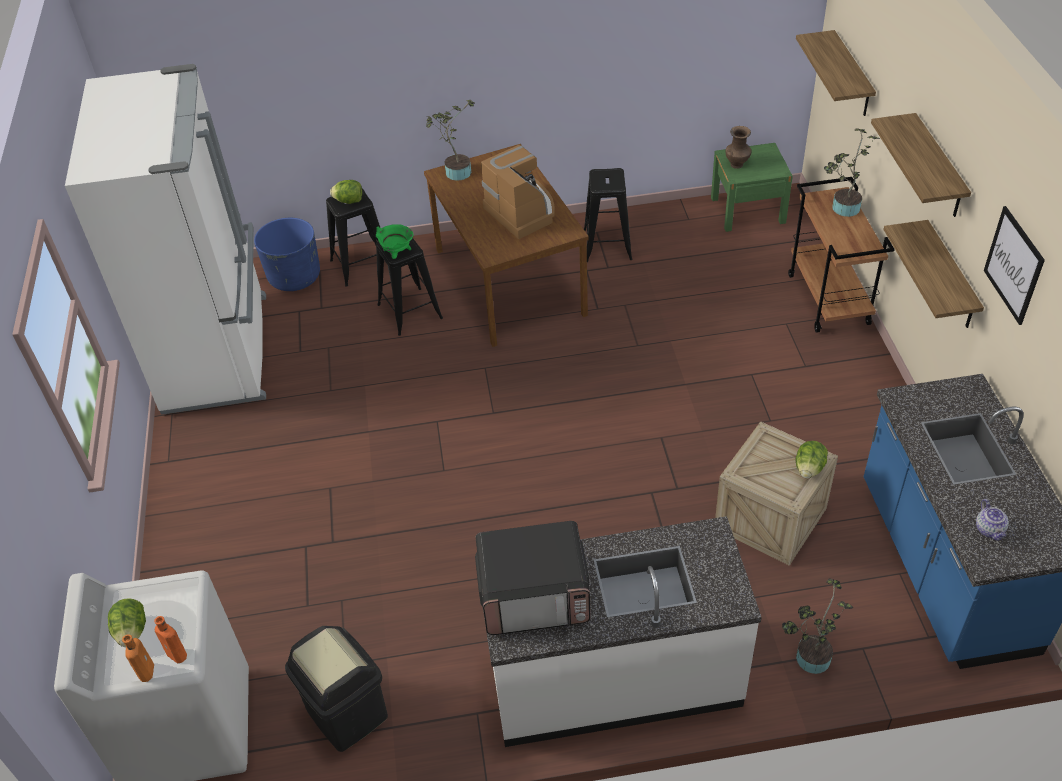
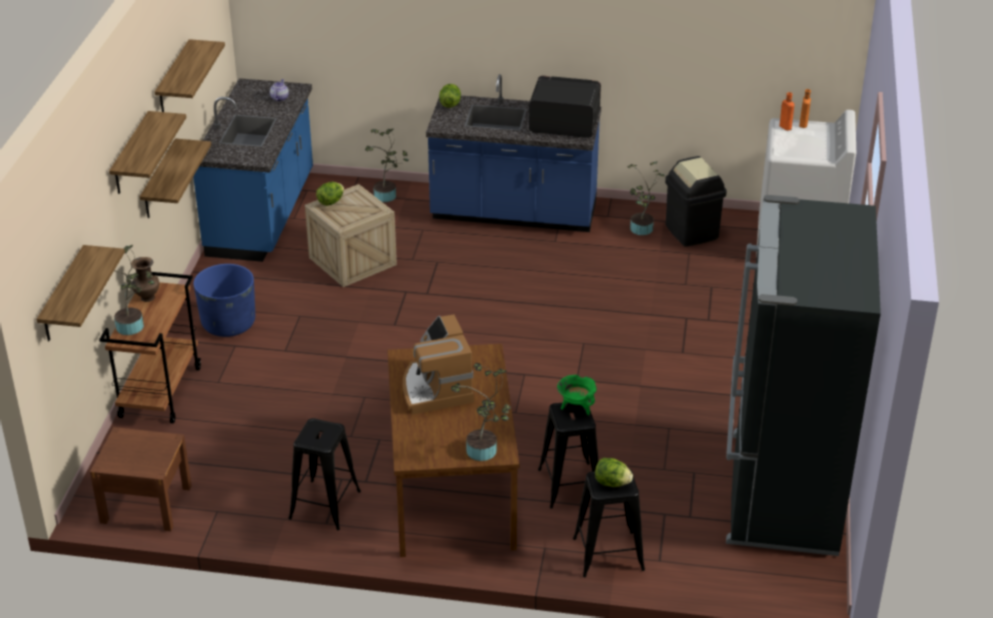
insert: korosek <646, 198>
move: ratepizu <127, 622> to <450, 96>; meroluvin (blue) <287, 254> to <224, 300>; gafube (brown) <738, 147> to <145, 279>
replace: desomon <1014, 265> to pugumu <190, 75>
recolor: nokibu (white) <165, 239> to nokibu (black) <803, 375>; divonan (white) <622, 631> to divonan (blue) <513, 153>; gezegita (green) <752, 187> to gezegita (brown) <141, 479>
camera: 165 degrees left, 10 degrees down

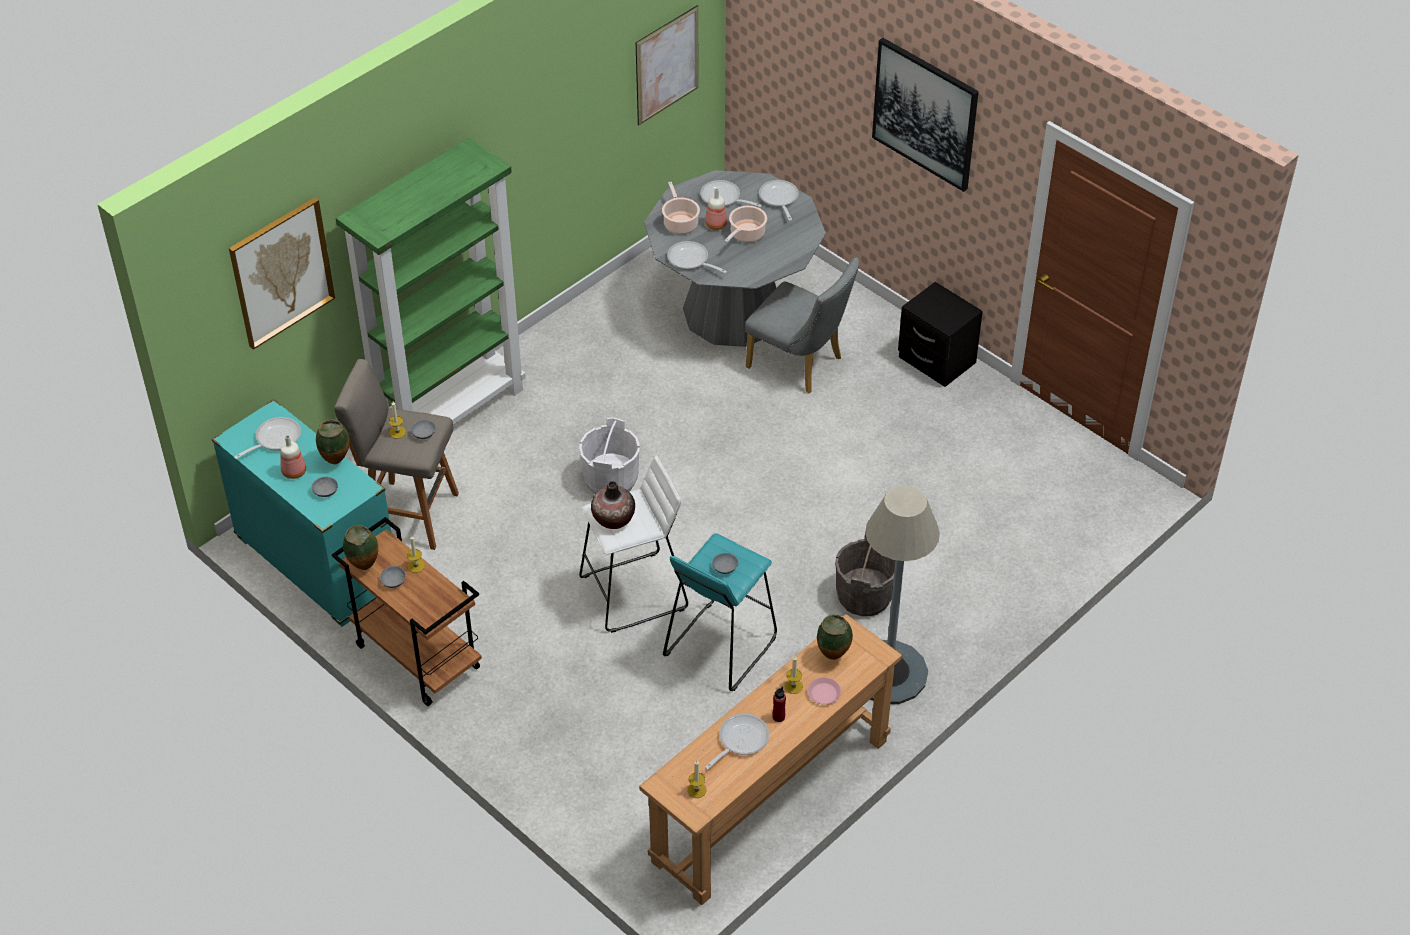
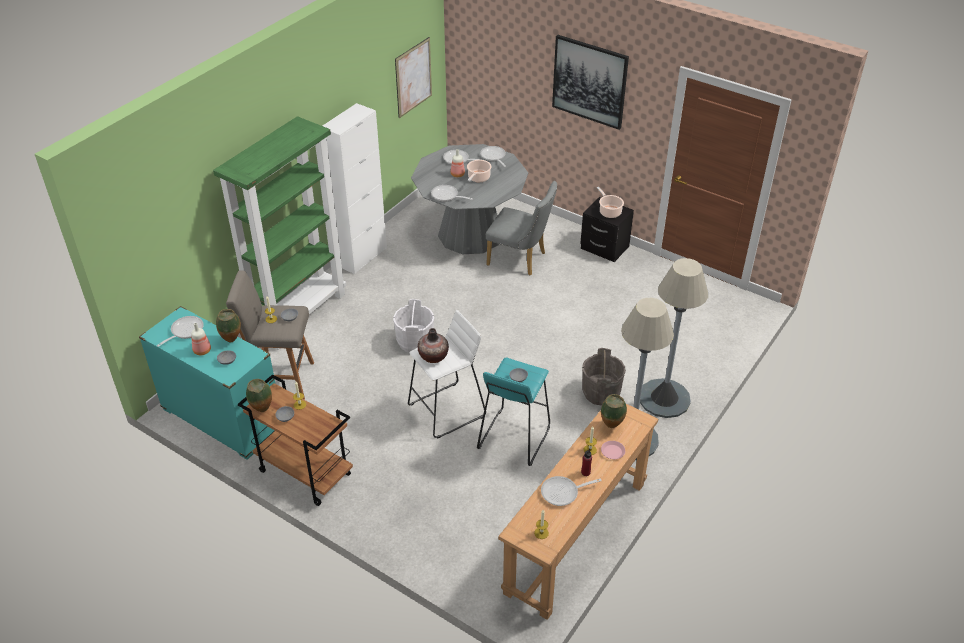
delete: desomon <282, 273>
insert: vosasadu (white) <355, 188>; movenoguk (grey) <674, 338>
move: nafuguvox <681, 208> to <610, 202>
rotate: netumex <737, 742> = <571, 491> 135 degrees counterclockwise
camera: 10 degrees left, 5 degrees down

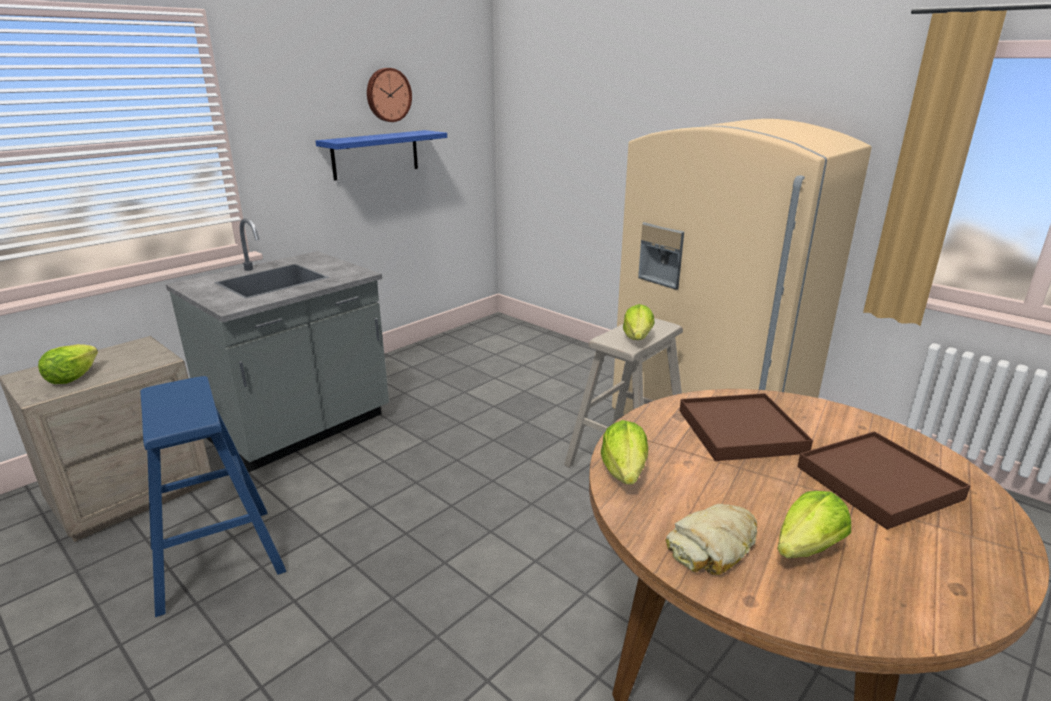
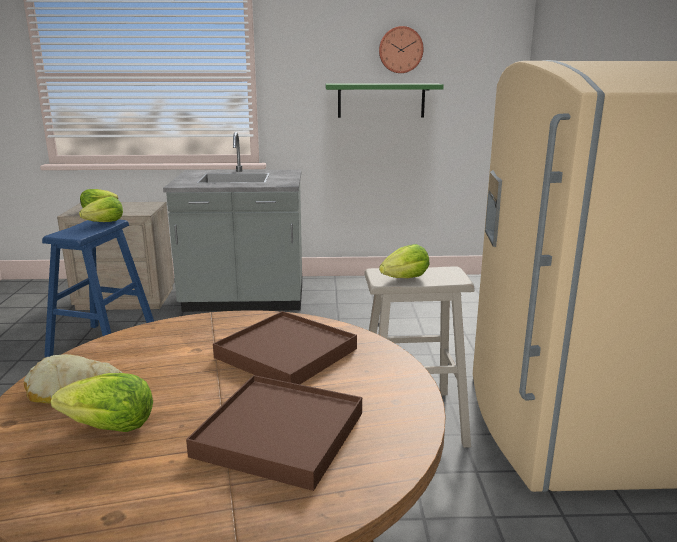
move: ratepizu <624, 452> to <101, 209>
recolor: pugumu (blue) <381, 155> to pugumu (green) <385, 100>
camera: 45 degrees right, 5 degrees down

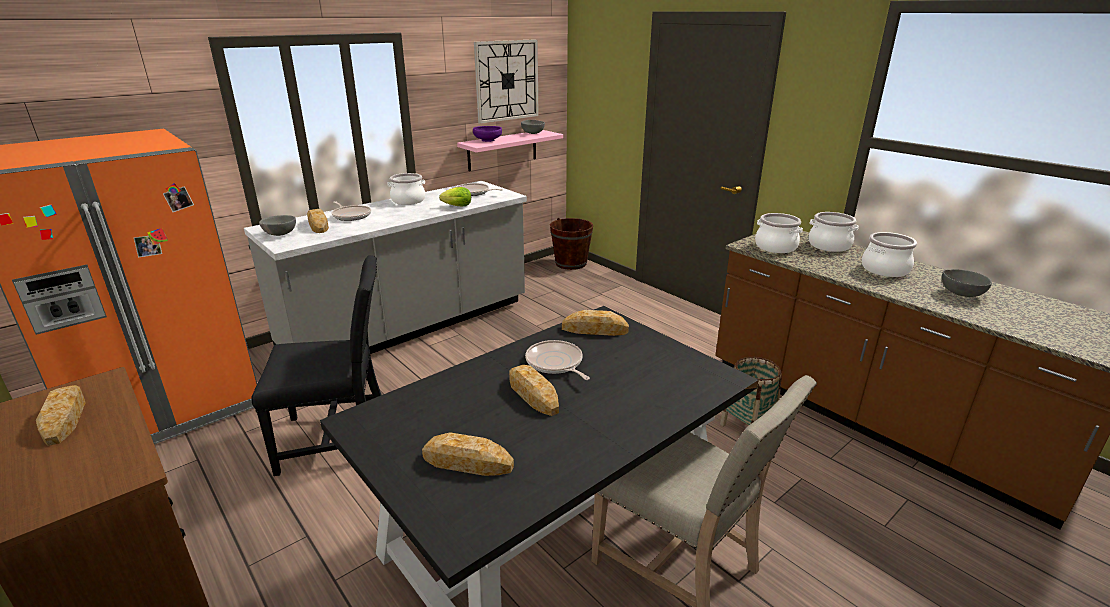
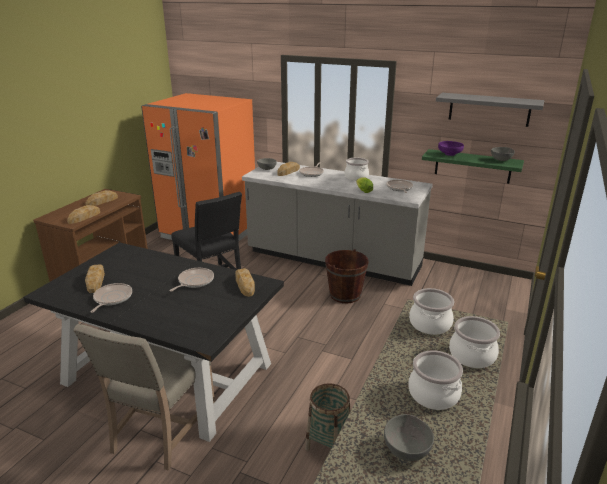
insert: netumex <111, 298>
move: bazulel <534, 390> to <83, 214>; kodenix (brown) <571, 244> to <347, 276>
replace: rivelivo <506, 81> to pugumu (grey) <490, 110>
recolor: pugumu (pink) <510, 150> to pugumu (green) <473, 166>
camera: 65 degrees right, 0 degrees up

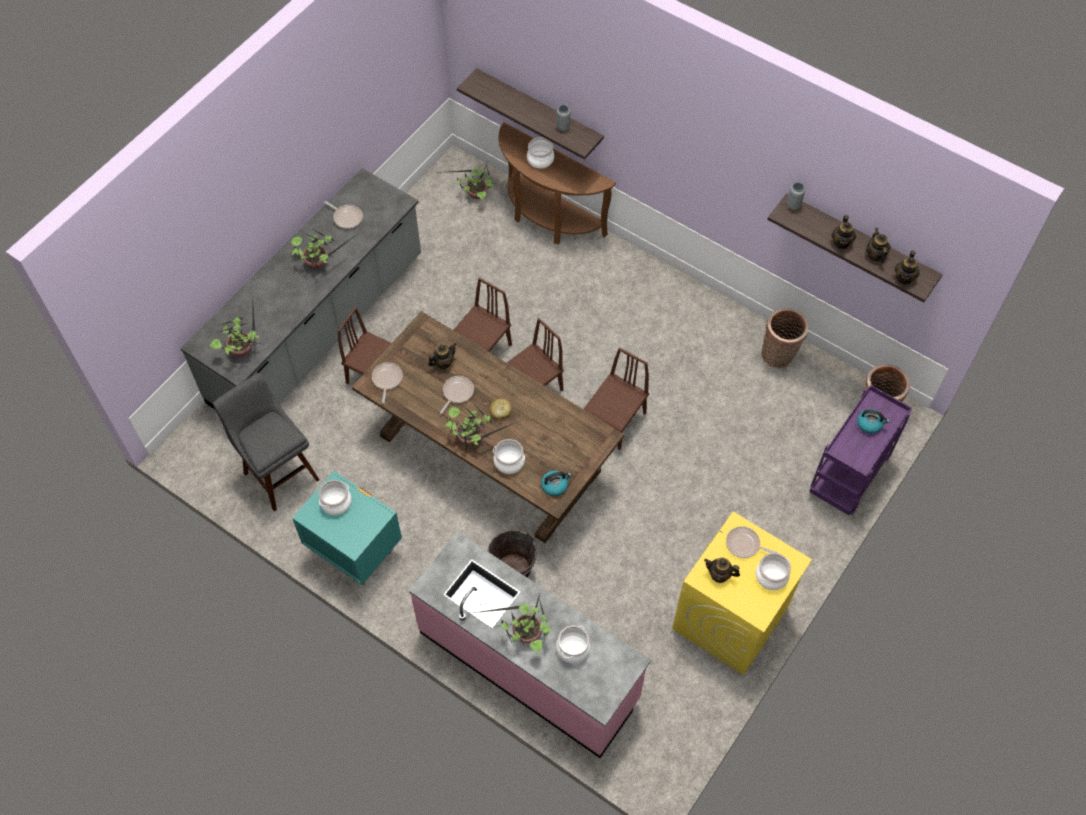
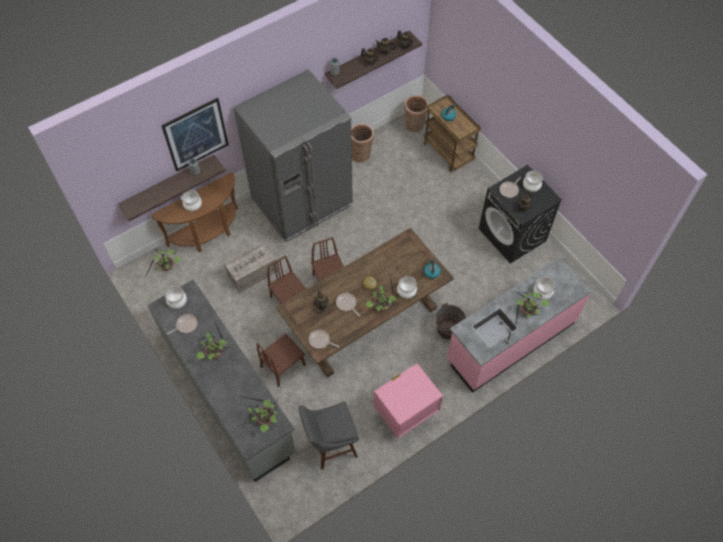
delete: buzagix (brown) <616, 398>
insert: desomon <195, 135>; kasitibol <251, 267>; nokibu (grey) <293, 156>
move: nafuguvox <335, 497> to <176, 297>
recolor: gezegita (turquoise) <347, 528> to gezegita (pink) <408, 400>; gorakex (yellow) <742, 593> to gorakex (black) <520, 214>; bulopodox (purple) <860, 450> to bulopodox (brown) <452, 133>
camera: 70 degrees left, 0 degrees up

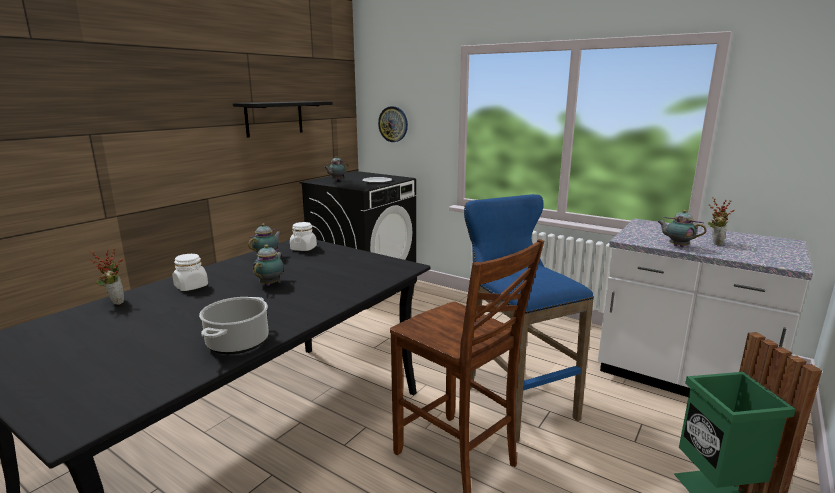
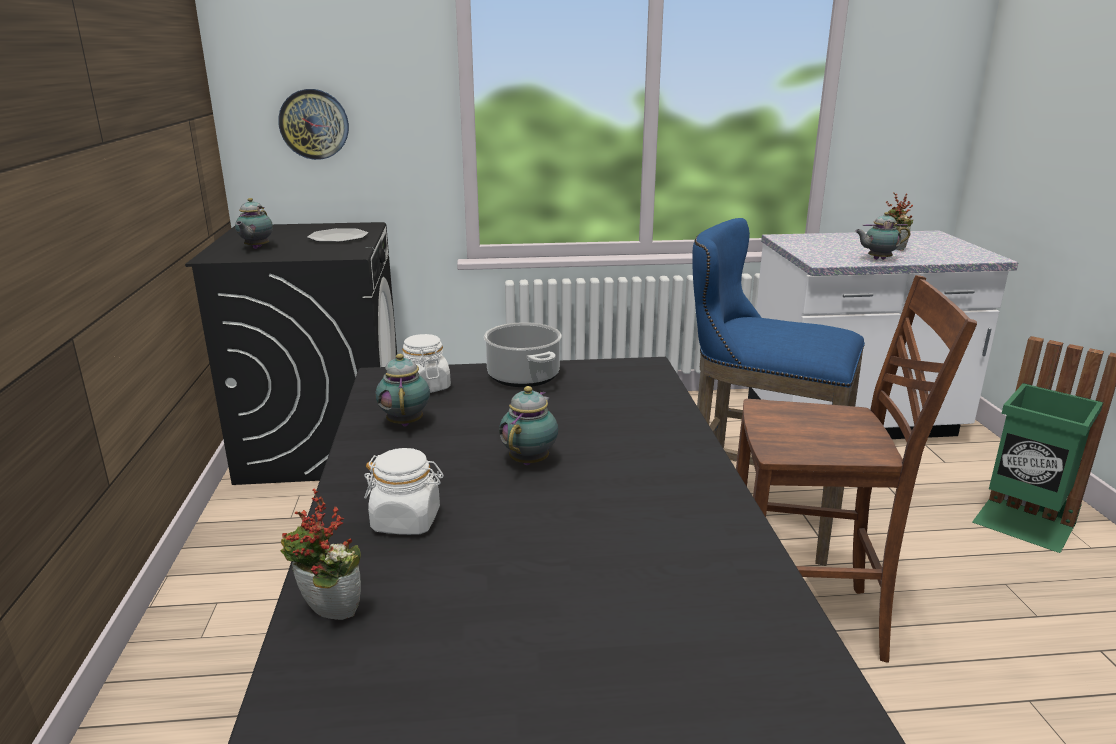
delete: pugumu (black) <283, 119>
move: nafuguvox <233, 325> to <523, 354>
rotate: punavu <268, 265> = <528, 425> 45 degrees clockwise
camera: 40 degrees left, 5 degrees up

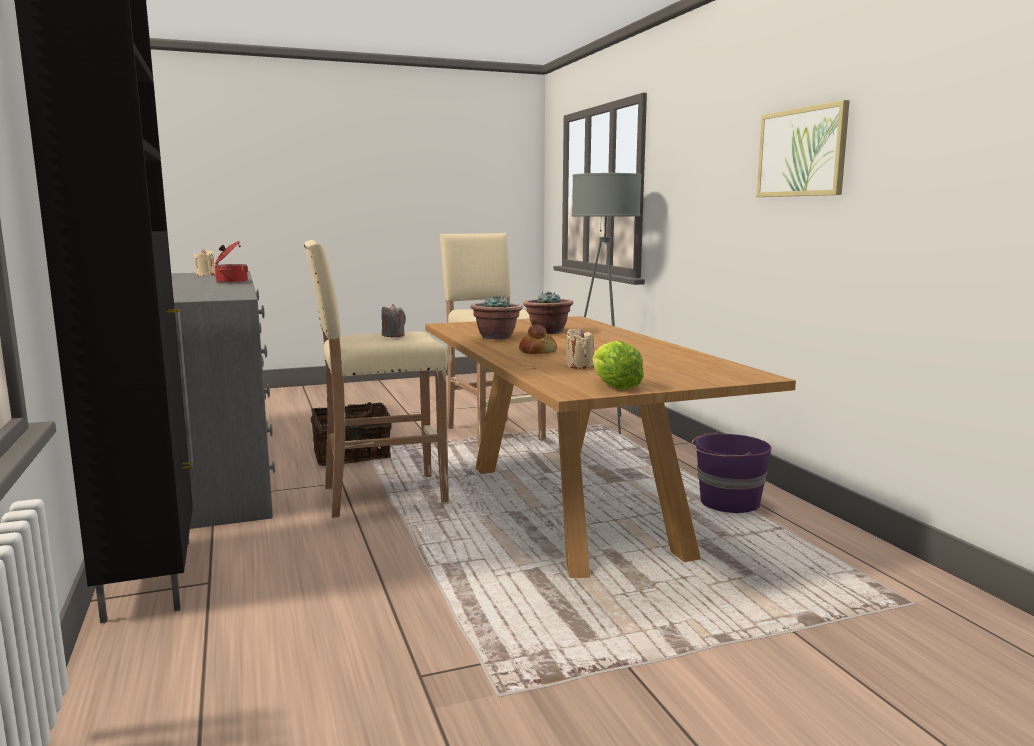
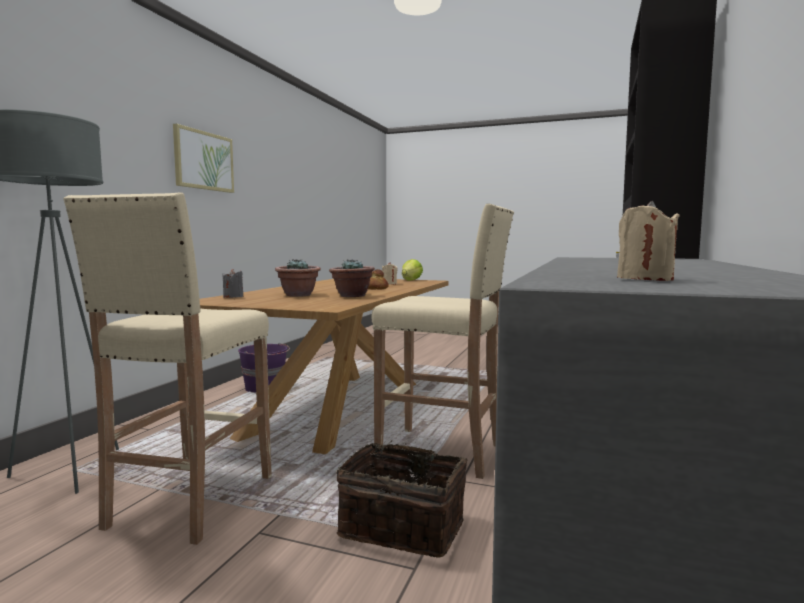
delete: nafuguvox <231, 262>
move: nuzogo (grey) <394, 320> to <233, 283>
camera: 140 degrees left, 5 degrees down

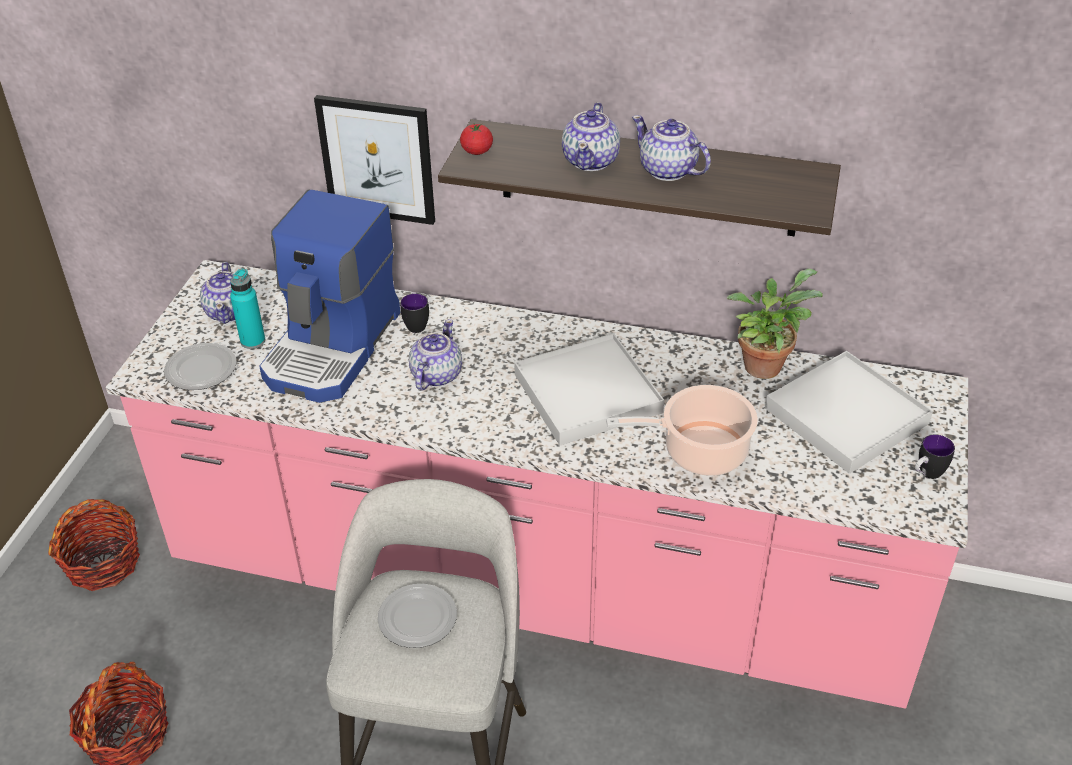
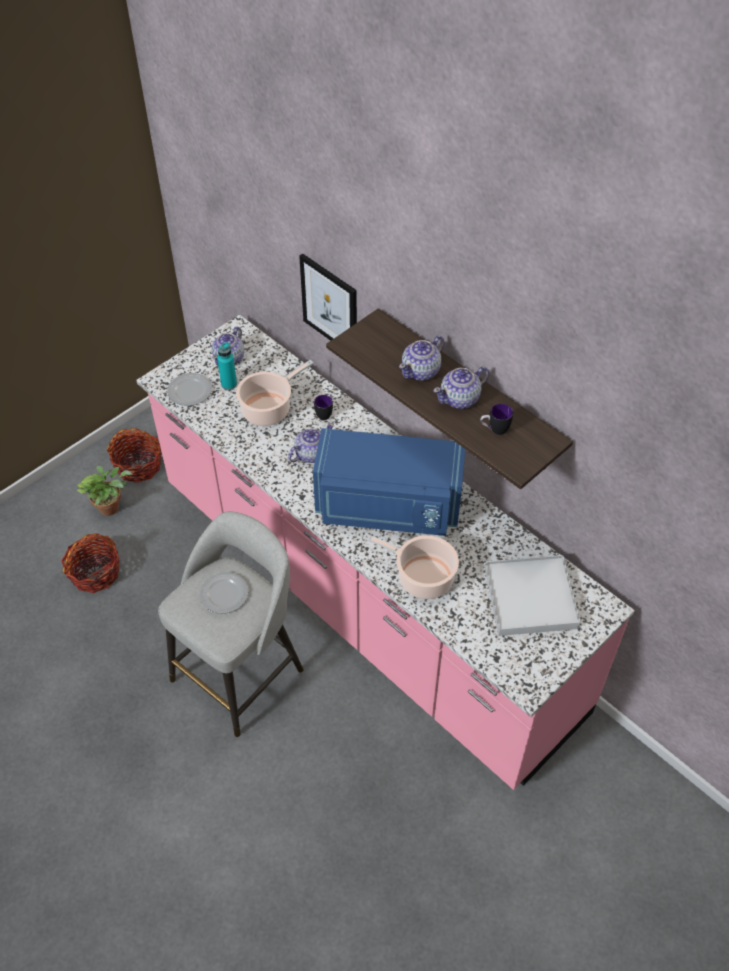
delete: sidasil <476, 139>
move: korosek <775, 324> to <105, 491>; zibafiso <935, 456> to <496, 419>
replace: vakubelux <329, 296> to nafuguvox <275, 393>; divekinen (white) <589, 389> to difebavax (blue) <389, 482>
rotate: punavu <671, 148> = <461, 387> 105 degrees counterclockwise
camera: 30 degrees right, 10 degrees up

